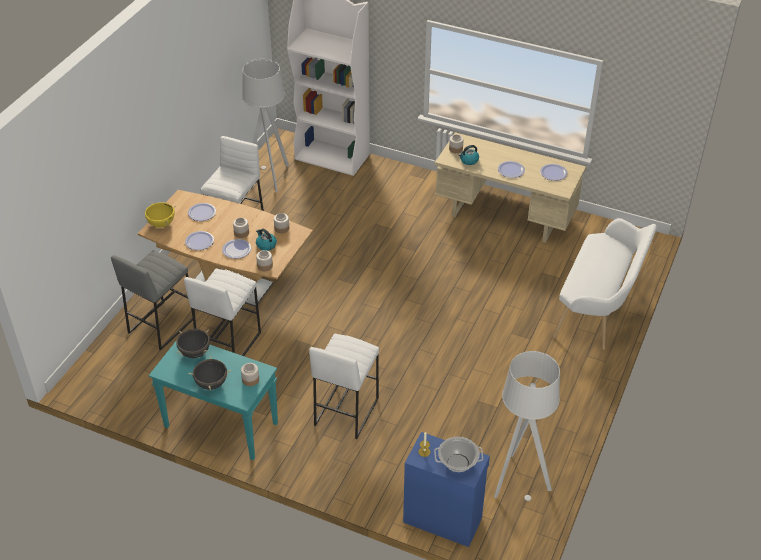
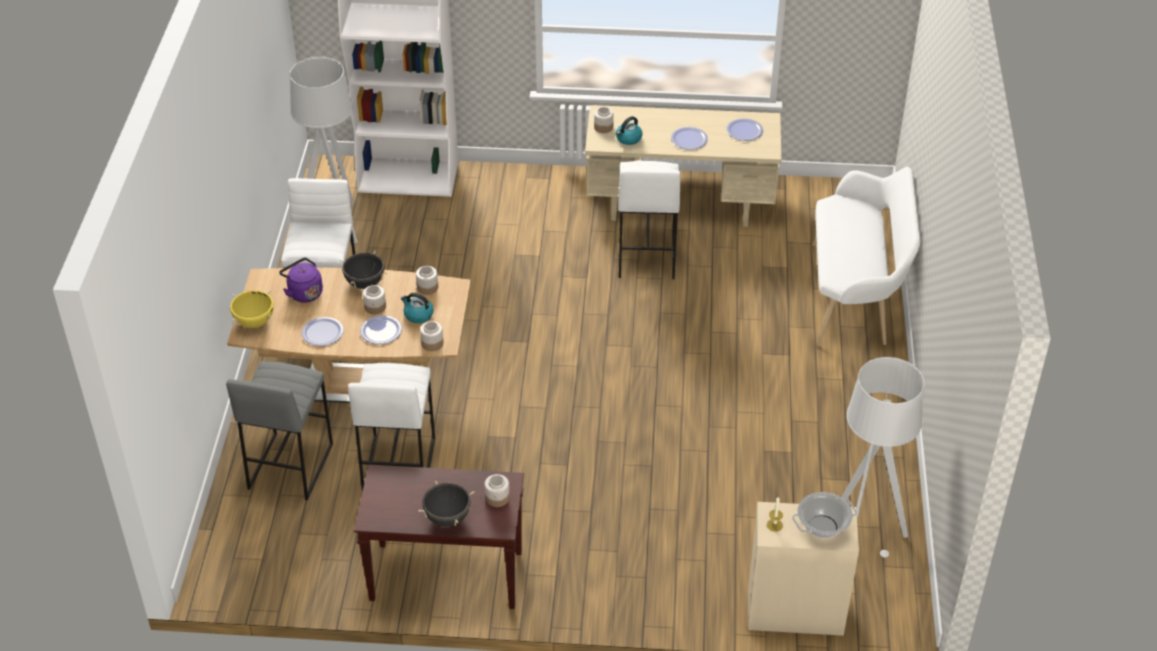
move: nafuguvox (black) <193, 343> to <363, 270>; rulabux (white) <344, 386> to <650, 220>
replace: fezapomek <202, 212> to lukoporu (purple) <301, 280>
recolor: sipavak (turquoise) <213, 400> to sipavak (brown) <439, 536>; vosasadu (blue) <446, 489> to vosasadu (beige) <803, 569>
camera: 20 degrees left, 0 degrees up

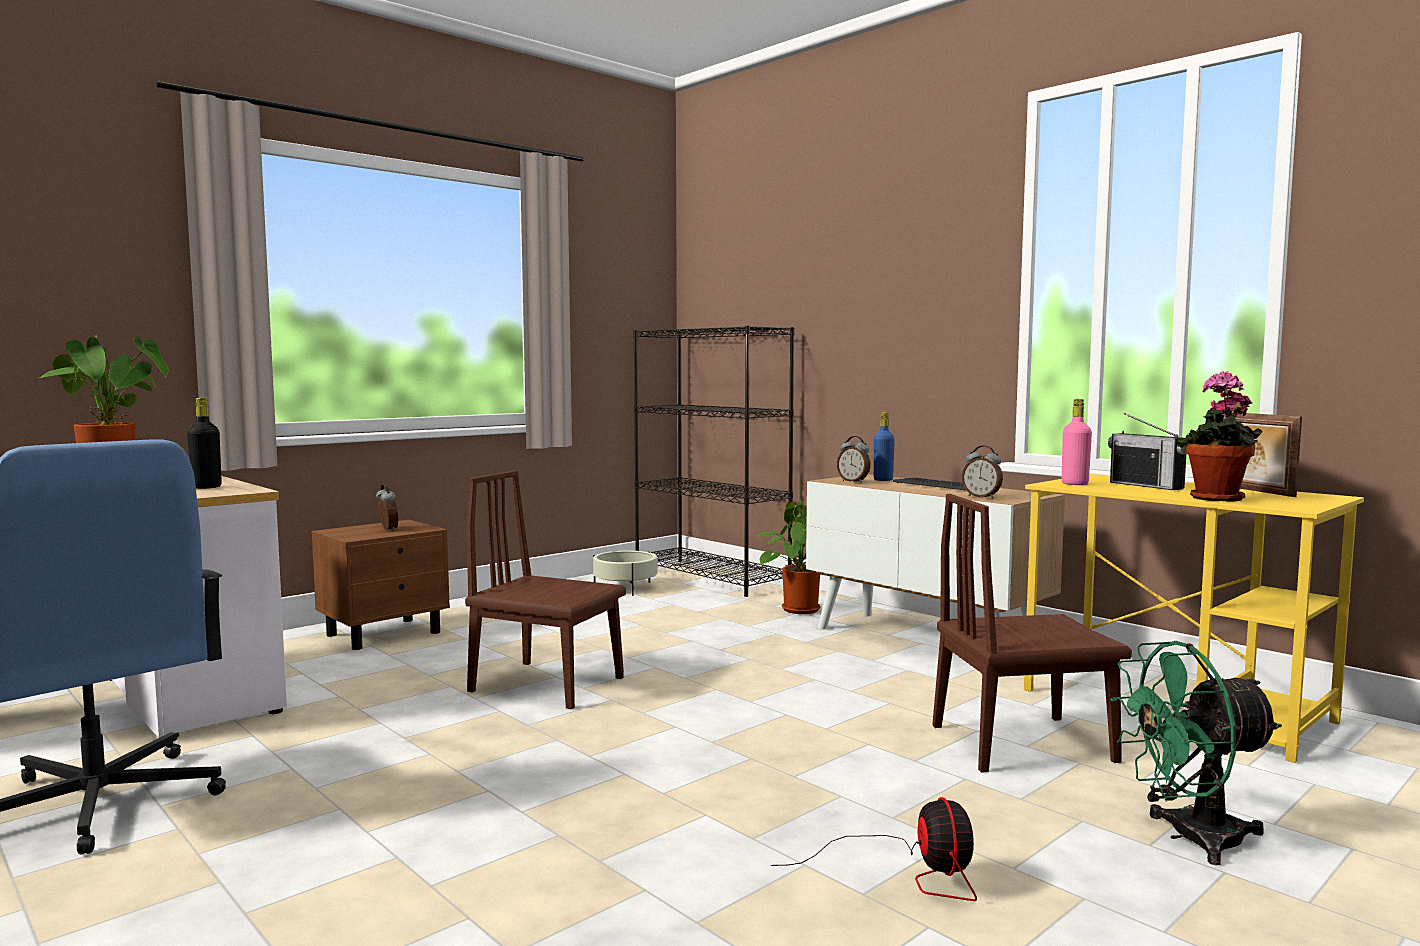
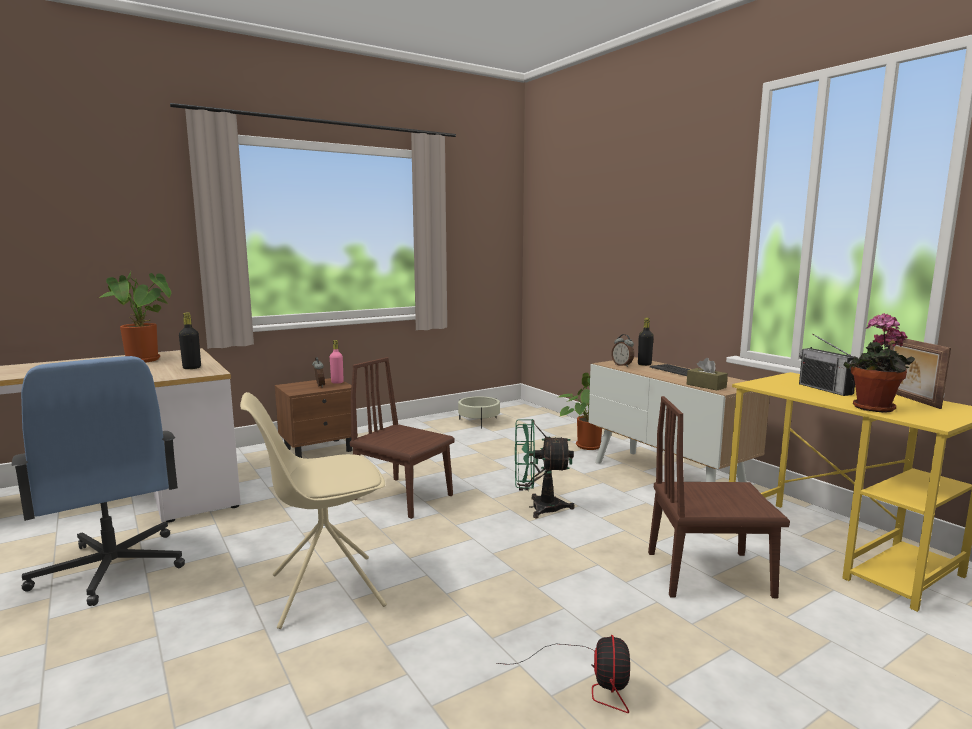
delete: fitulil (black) <714, 461>
insert: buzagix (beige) <313, 510>
move: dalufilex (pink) <1077, 442> to <336, 362>; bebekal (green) <1196, 753> to <545, 468>
replace: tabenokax <982, 471> to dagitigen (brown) <707, 374>
recolor: dalufilex (blue) <884, 446> to dalufilex (black) <646, 342>
camera: 10 degrees right, 5 degrees up

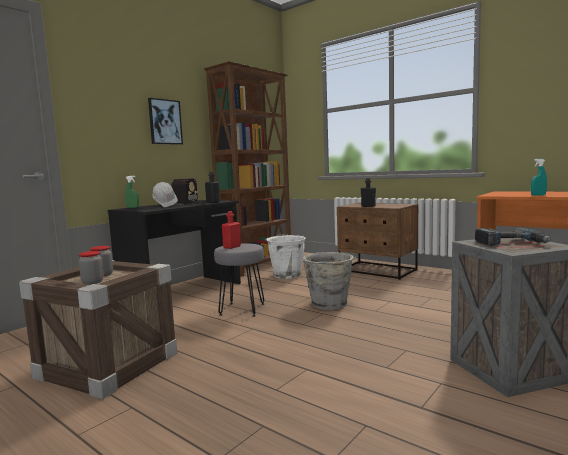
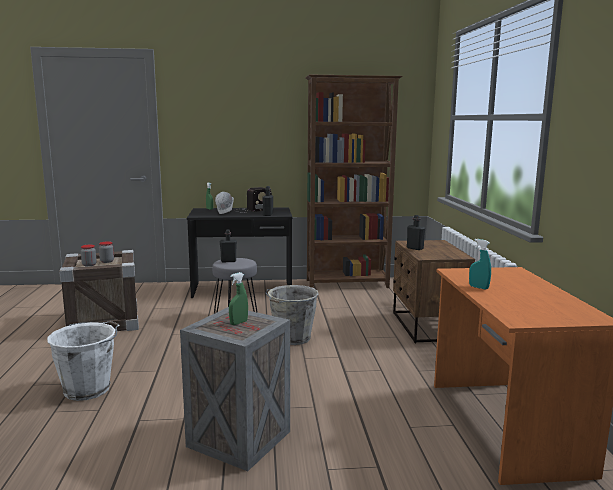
delete: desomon <165, 121>
move: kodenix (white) <285, 256> to <83, 361>
replace: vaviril <513, 237> to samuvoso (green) <238, 298>
recolor: dalufilex (red) <231, 230> to dalufilex (black) <228, 246>
camera: 45 degrees right, 5 degrees up

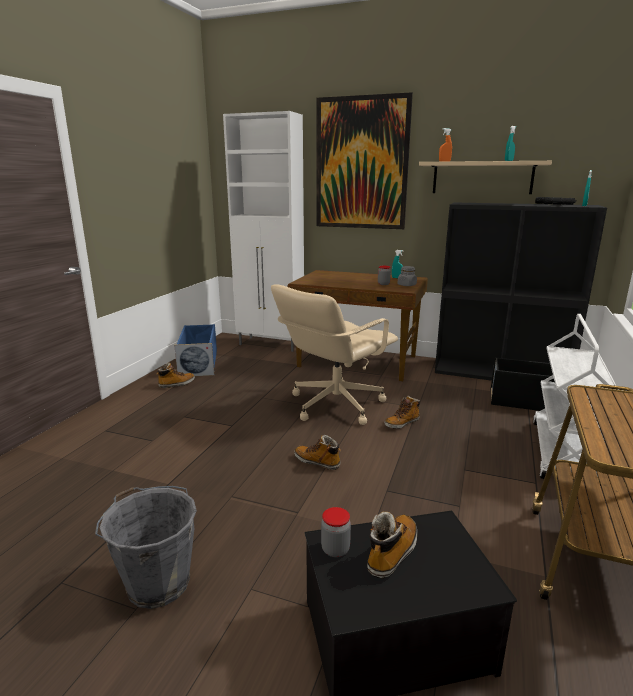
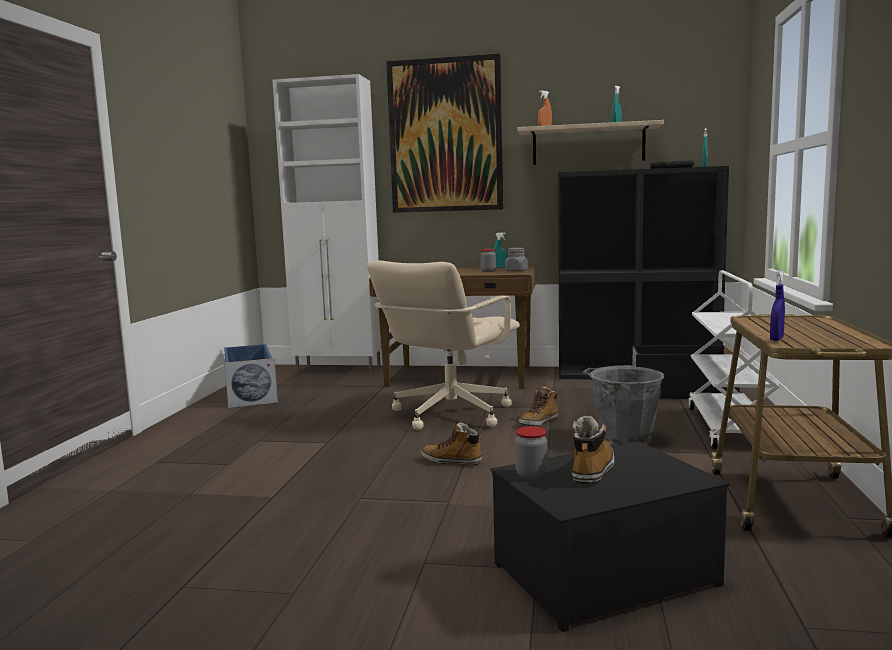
delete: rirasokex <176, 375>
insert: samuvoso (blue) <777, 305>
move: kodenix (grey) <146, 547> to <623, 405>
camera: 10 degrees left, 10 degrees down

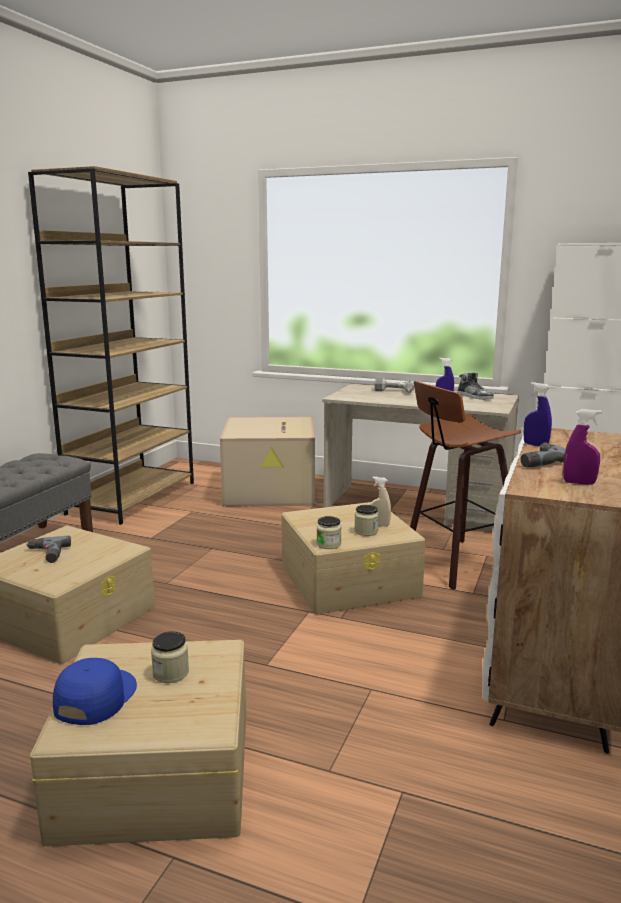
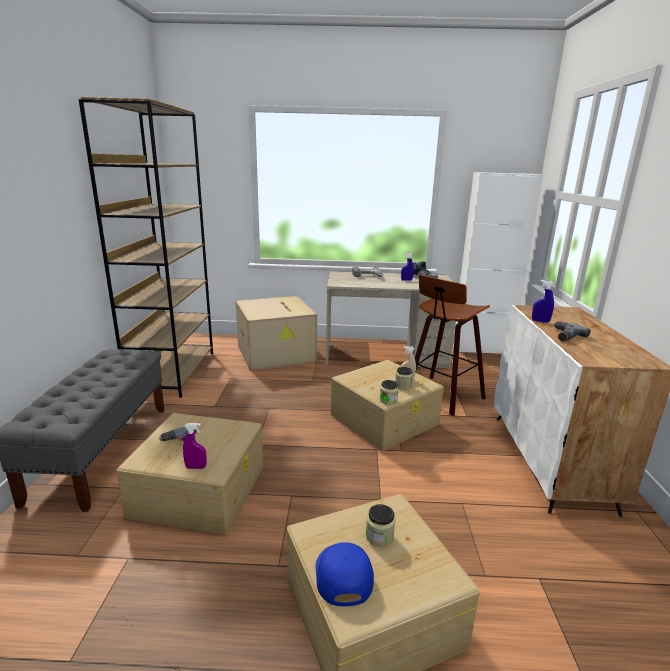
move: samuvoso (purple) <582, 447> to <195, 446>
camera: 20 degrees left, 5 degrees up

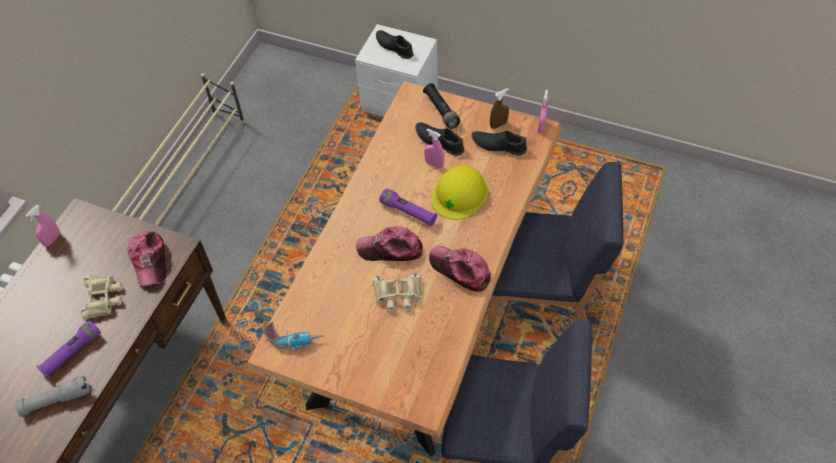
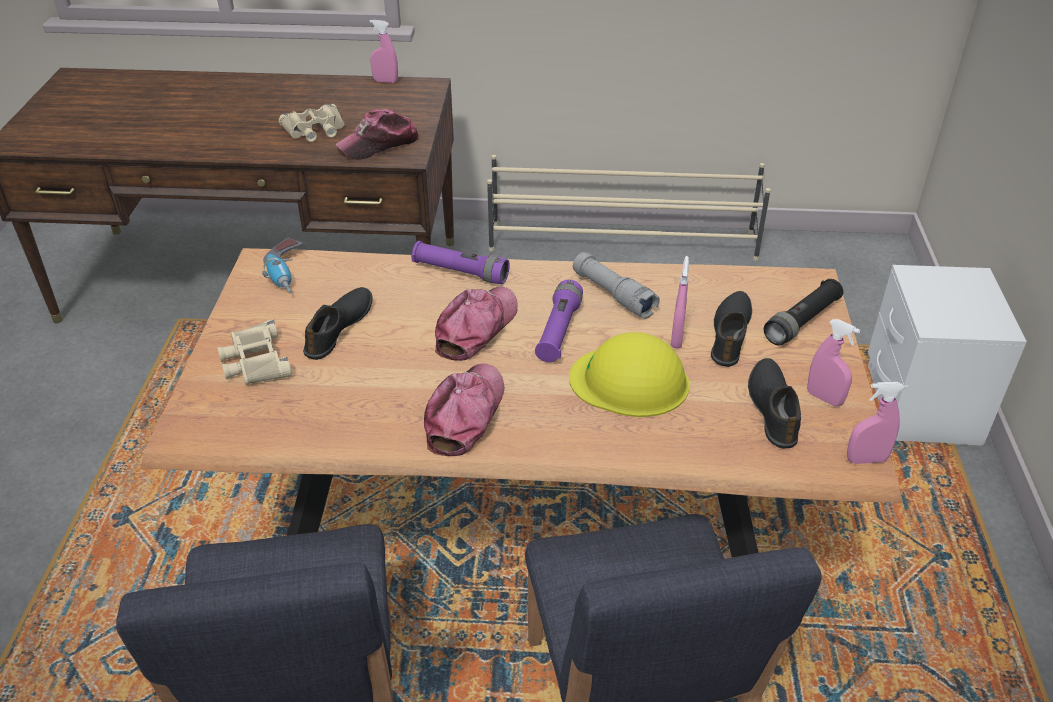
move: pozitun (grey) <52, 396> to <616, 285>; pozitun (purple) <69, 349> to <460, 262>; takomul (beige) <397, 292> to <254, 352>; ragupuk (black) <394, 44> to <338, 323>
recolor: samuvoso (brown) <499, 108> to samuvoso (pink) <833, 362>
rotate: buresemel <389, 243> = <476, 323> 45 degrees clockwise
camera: 70 degrees right, 15 degrees down

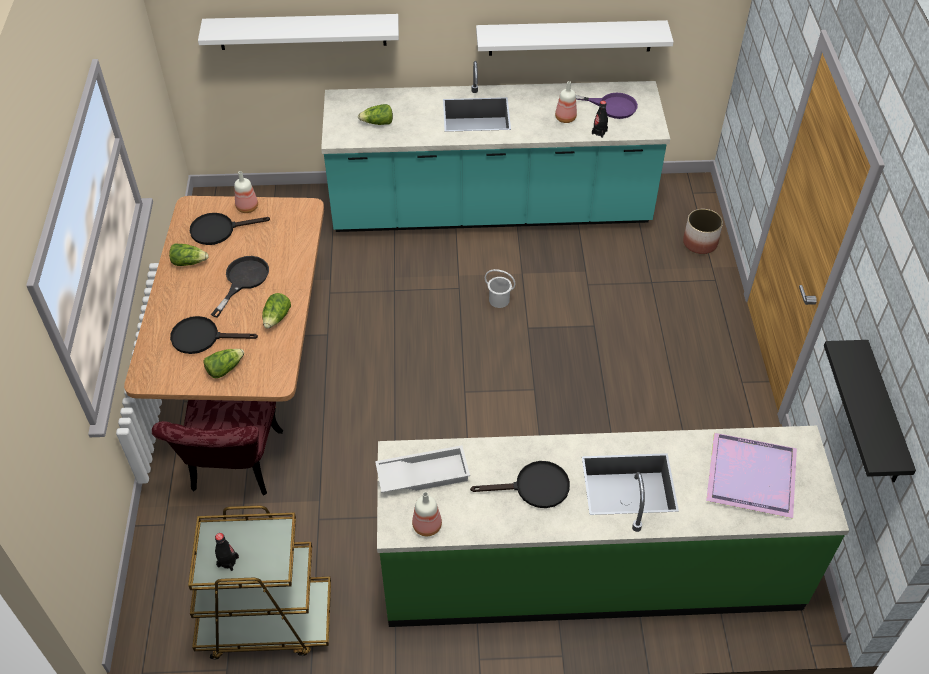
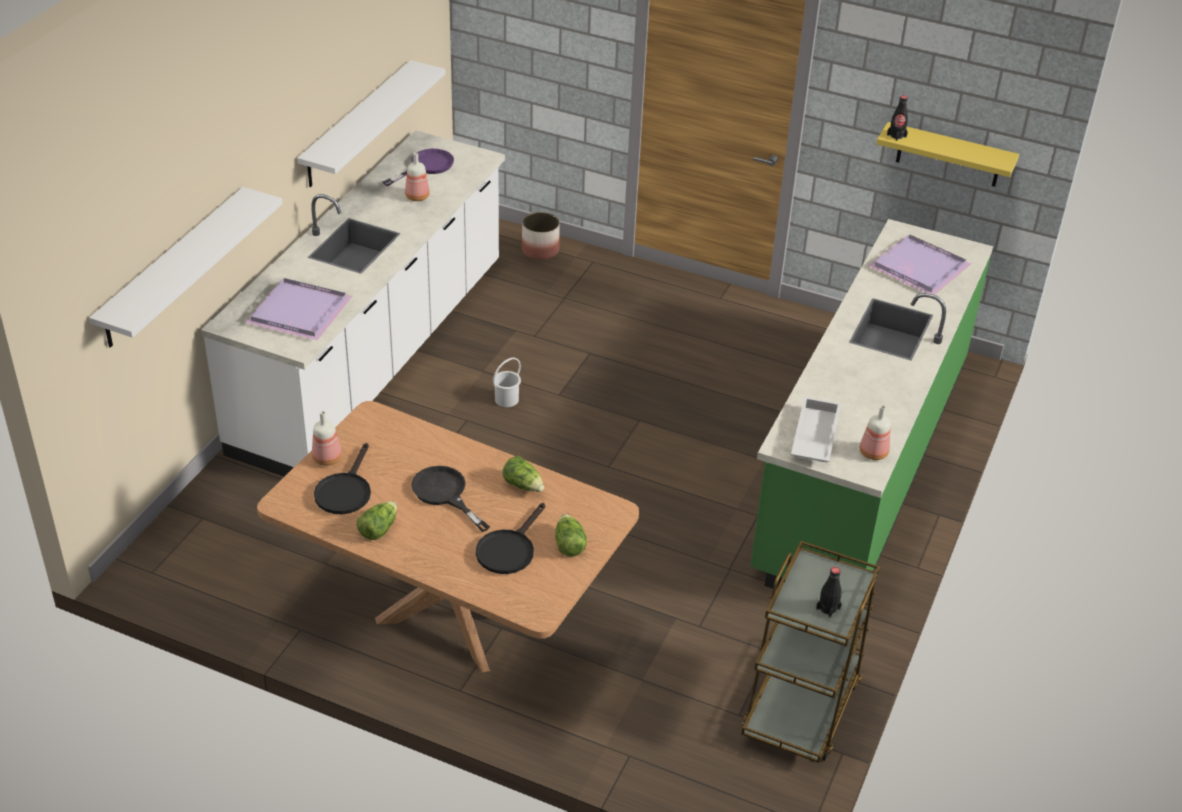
delete: buzagix (red) <217, 448>; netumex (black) <520, 484>
move: dalufilex (black) <600, 119> to <897, 118>
replace: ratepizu <375, 114> to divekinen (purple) <298, 309>
recolor: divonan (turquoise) <495, 146> to divonan (white) <353, 303>; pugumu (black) <870, 411> to pugumu (yellow) <947, 154>
camera: 65 degrees left, 10 degrees down

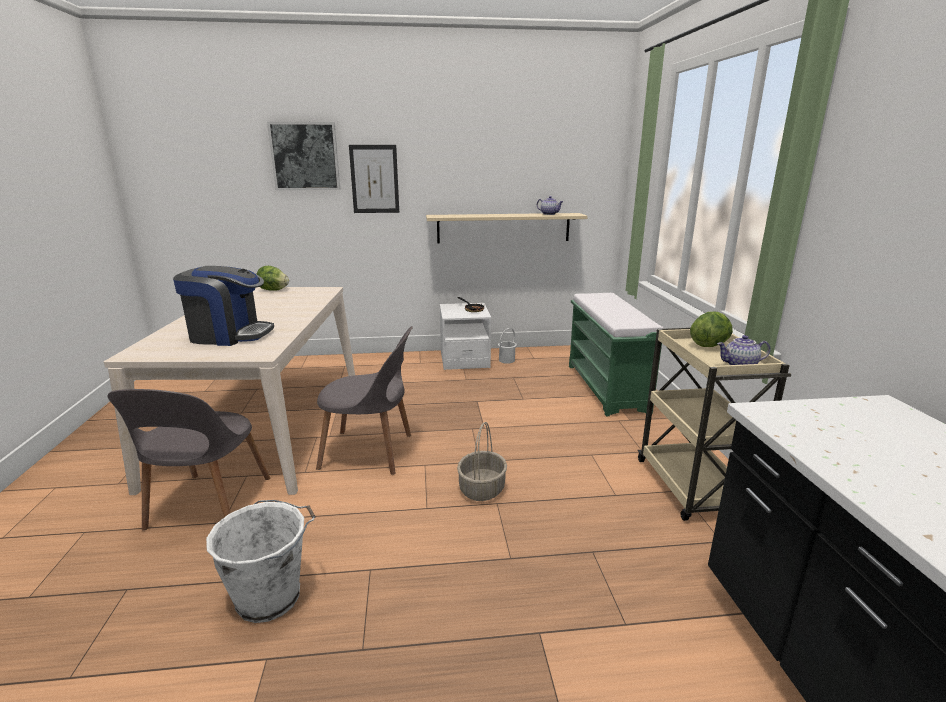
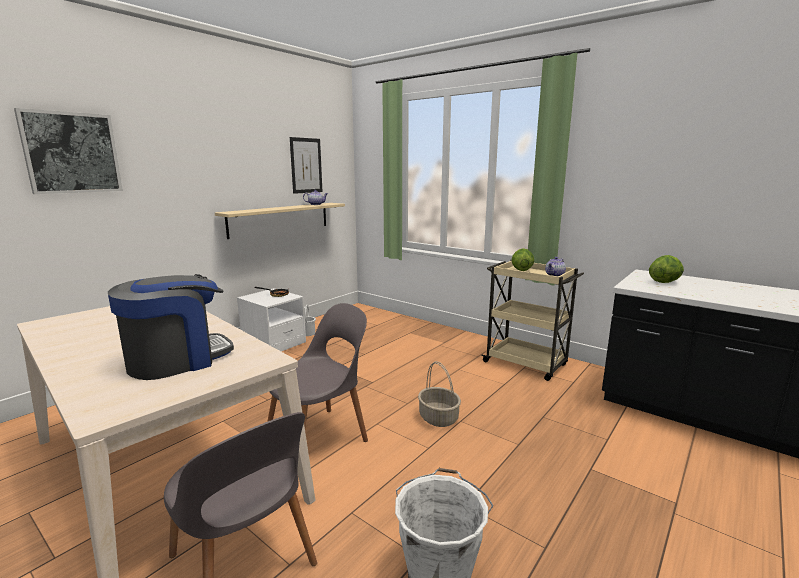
delete: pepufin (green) <616, 354>
move: ratepizu <273, 278> to <666, 269>; desomon <374, 179> to <306, 165>
camera: 45 degrees left, 5 degrees down

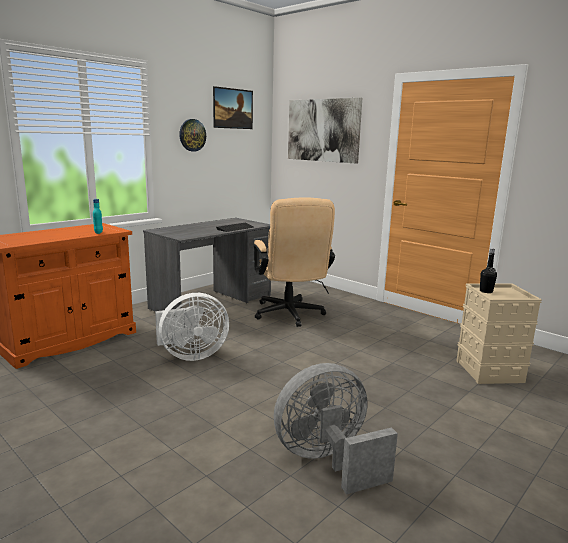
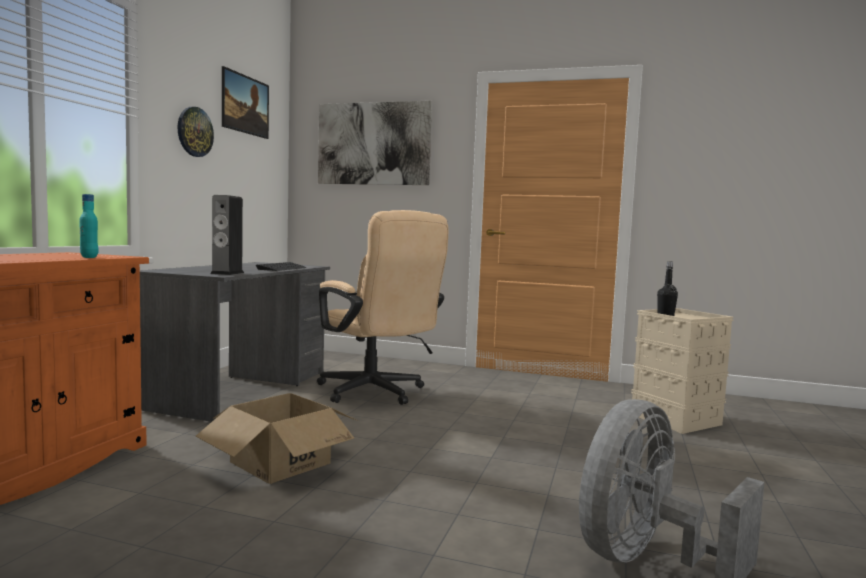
insert: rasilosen <227, 235>
replace: bebekal (white) <192, 327> to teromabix <277, 438>
camera: 25 degrees left, 10 degrees down

